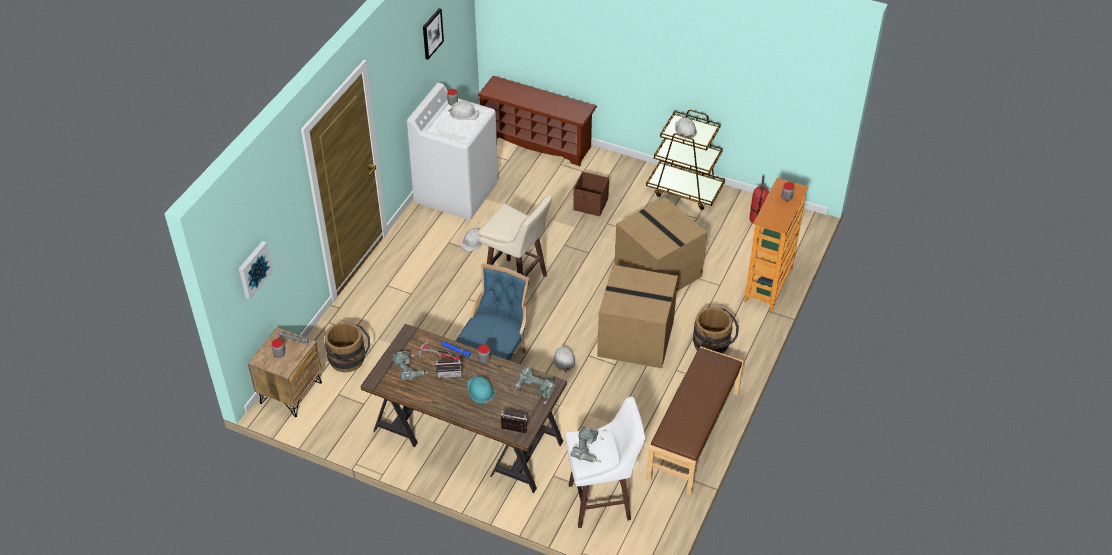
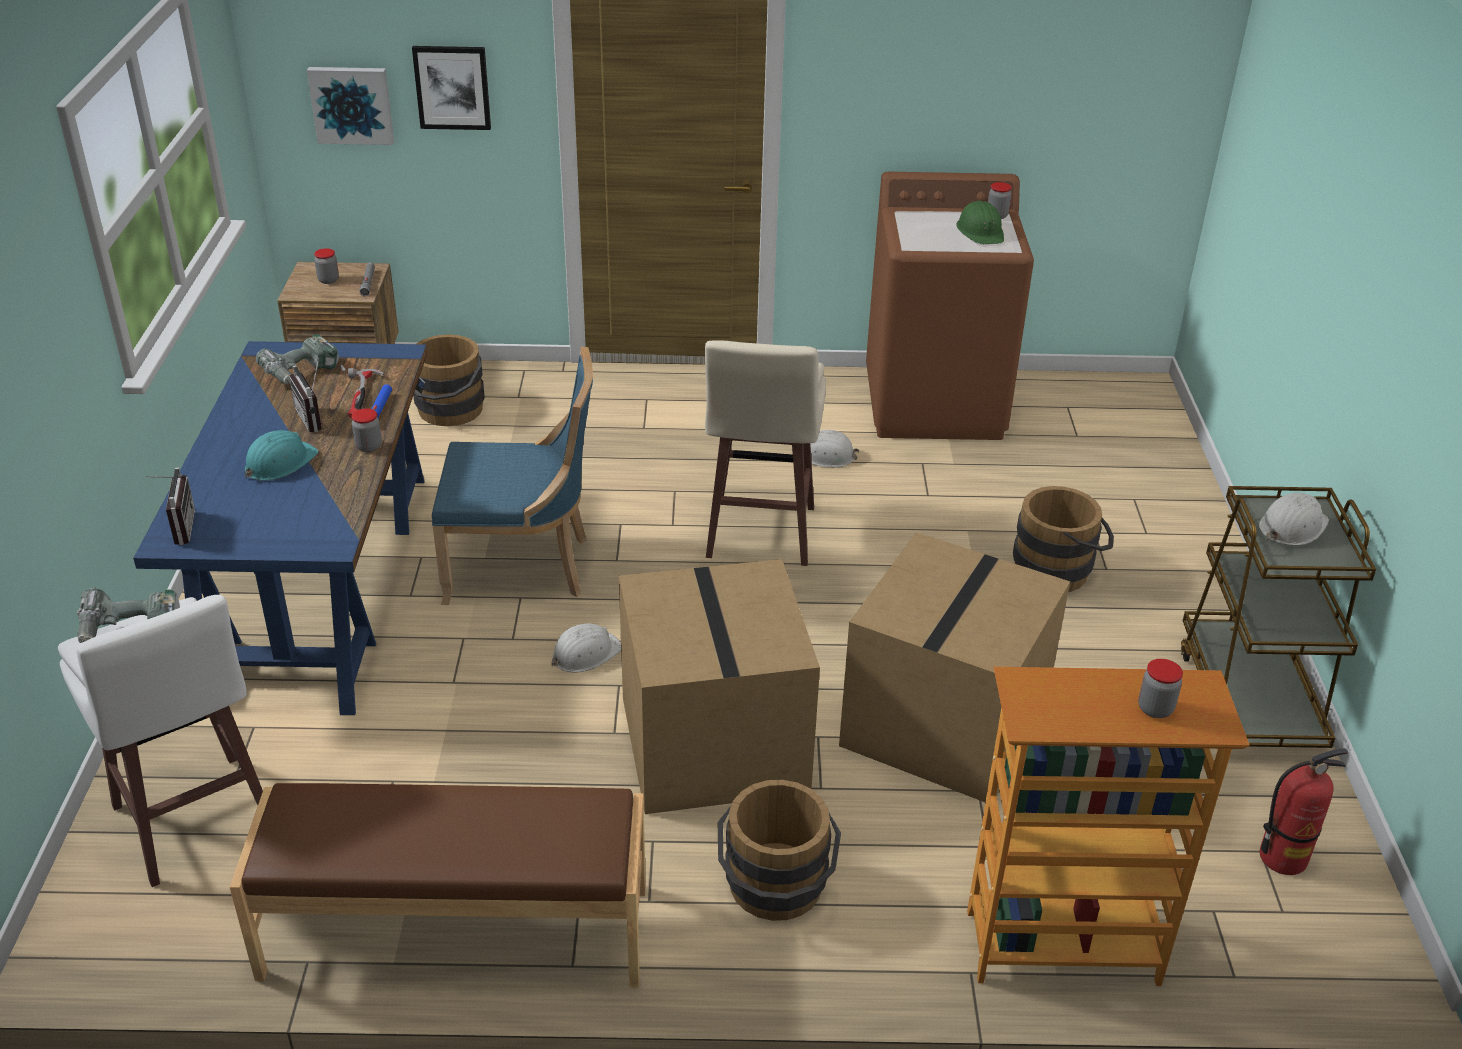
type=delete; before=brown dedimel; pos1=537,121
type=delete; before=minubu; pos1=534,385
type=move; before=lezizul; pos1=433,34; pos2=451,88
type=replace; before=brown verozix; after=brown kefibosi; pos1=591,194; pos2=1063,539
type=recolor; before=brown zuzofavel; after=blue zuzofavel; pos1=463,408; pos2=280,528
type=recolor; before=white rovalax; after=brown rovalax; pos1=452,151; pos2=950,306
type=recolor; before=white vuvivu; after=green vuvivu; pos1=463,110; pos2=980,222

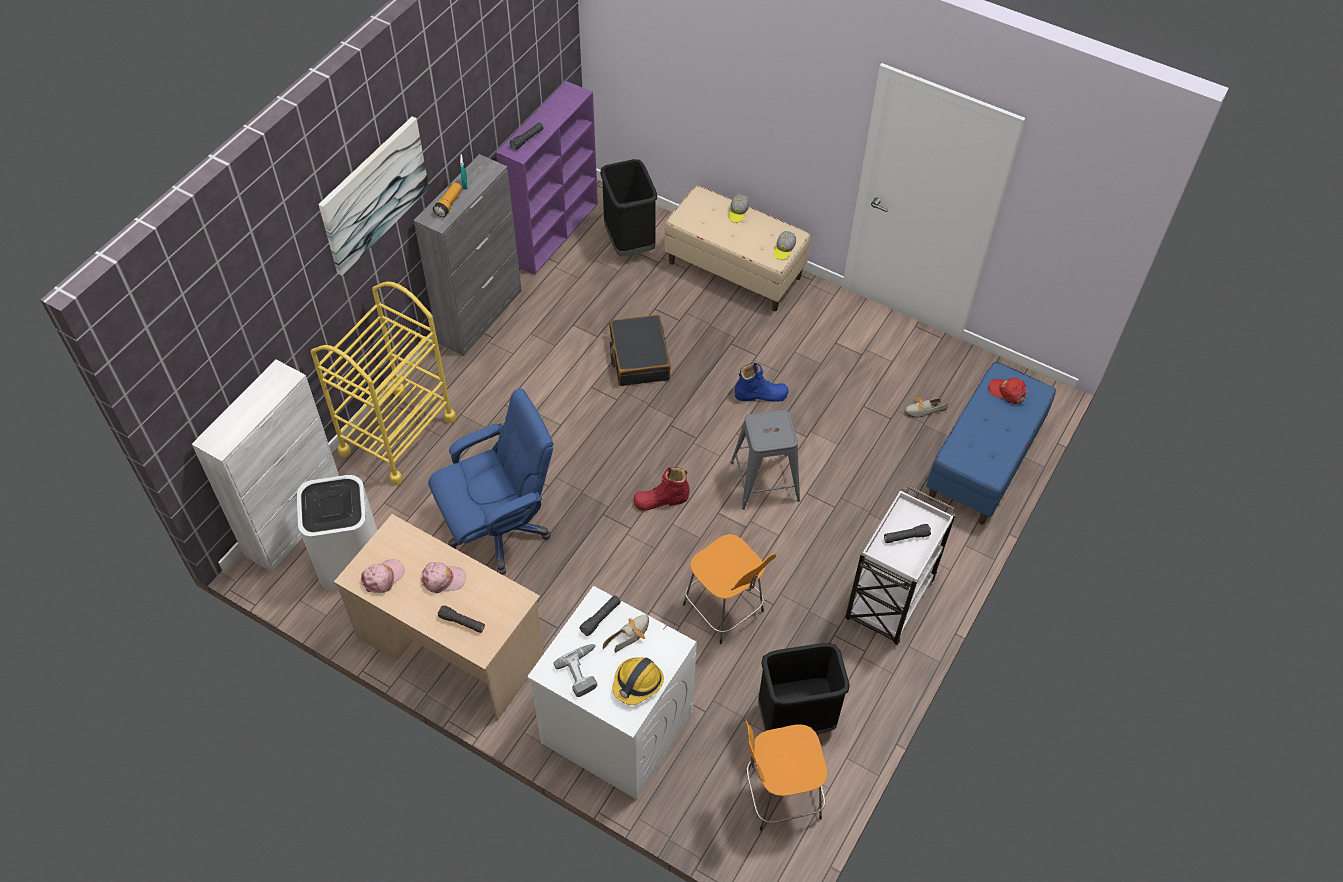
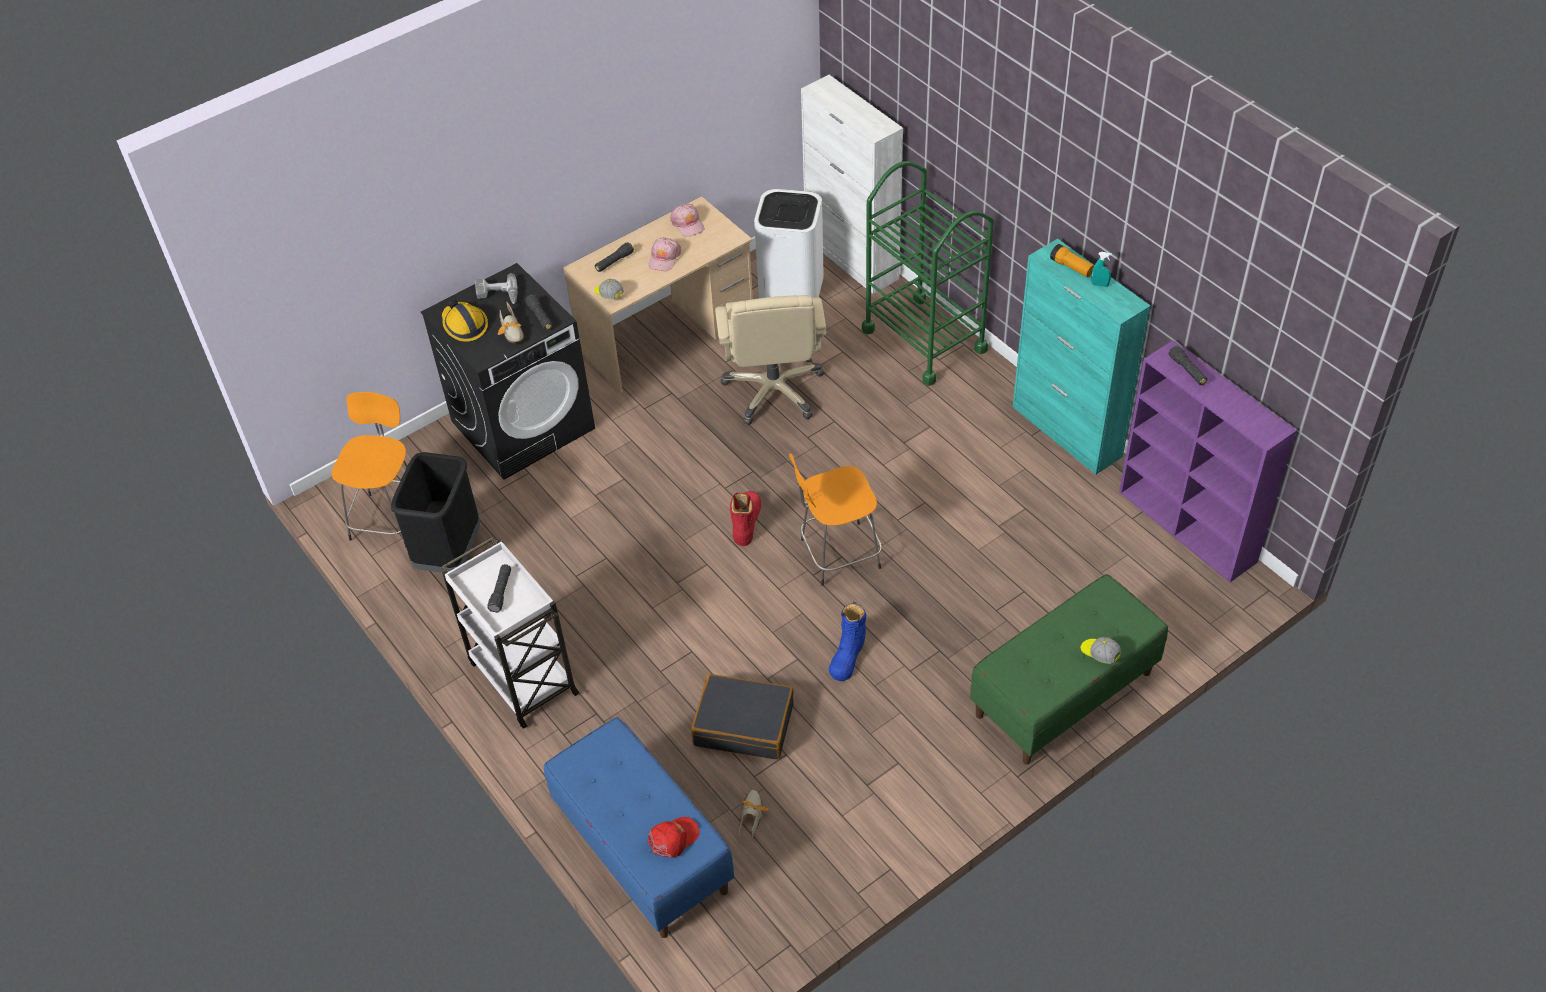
type=delete; before=lezizul; pos1=373,196
type=delete; before=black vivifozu; pos1=628,207
type=delete; before=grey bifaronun; pos1=765,460
type=move; before=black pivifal; pos1=640,350; pos2=742,717
type=move; before=orange bifaronun; pos1=729,589; pos2=835,519
type=move; before=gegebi; pos1=785,245; pos2=609,289
type=recolor; before=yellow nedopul; after=green nedopul; pos1=384,383; pos2=928,273
type=recolor; before=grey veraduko; after=turquoise veraduko; pos1=467,255; pos2=1081,357
type=recolor; before=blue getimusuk; after=beige getimusuk; pos1=490,481; pos2=771,360
type=recolor; before=white rovalax; after=black rovalax; pos1=612,692; pos2=508,371
type=recolor; before=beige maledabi; after=green maledabi; pos1=737,248; pos2=1069,669

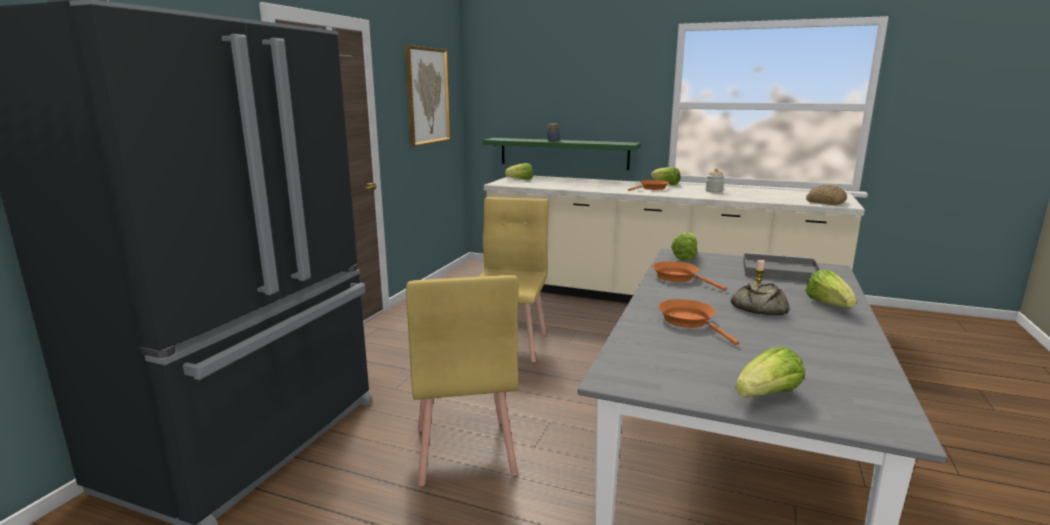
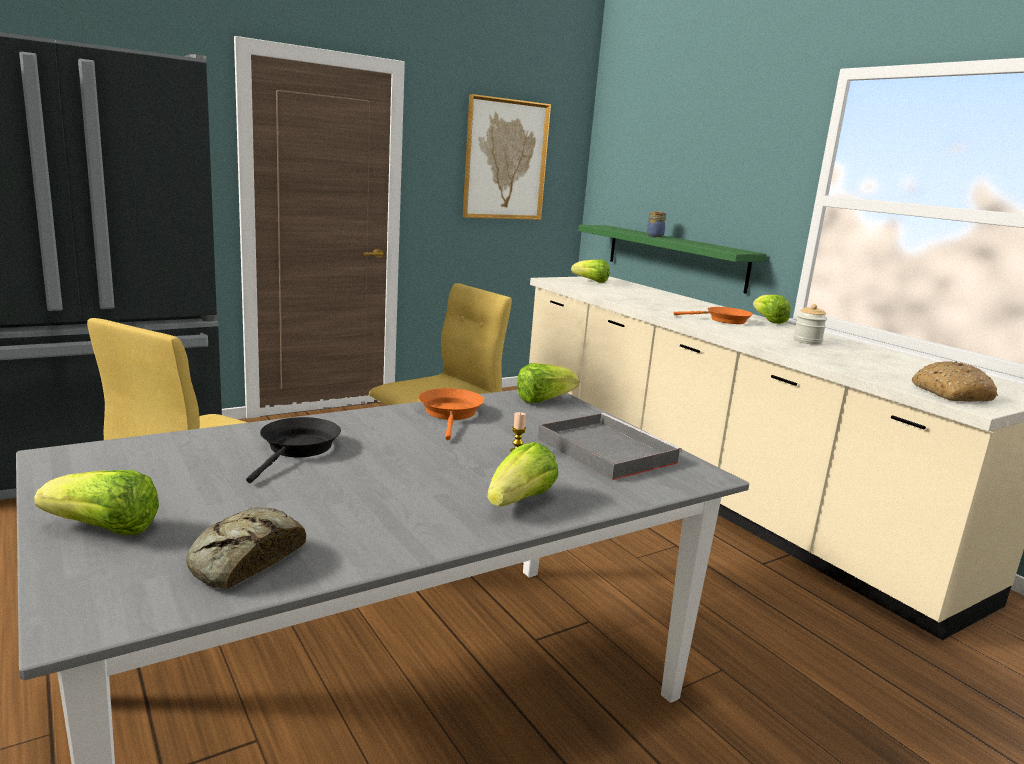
type=move; before=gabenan; pos1=760,299; pos2=246,548
type=recolor; before=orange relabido; after=black relabido; pos1=698,322; pos2=293,450

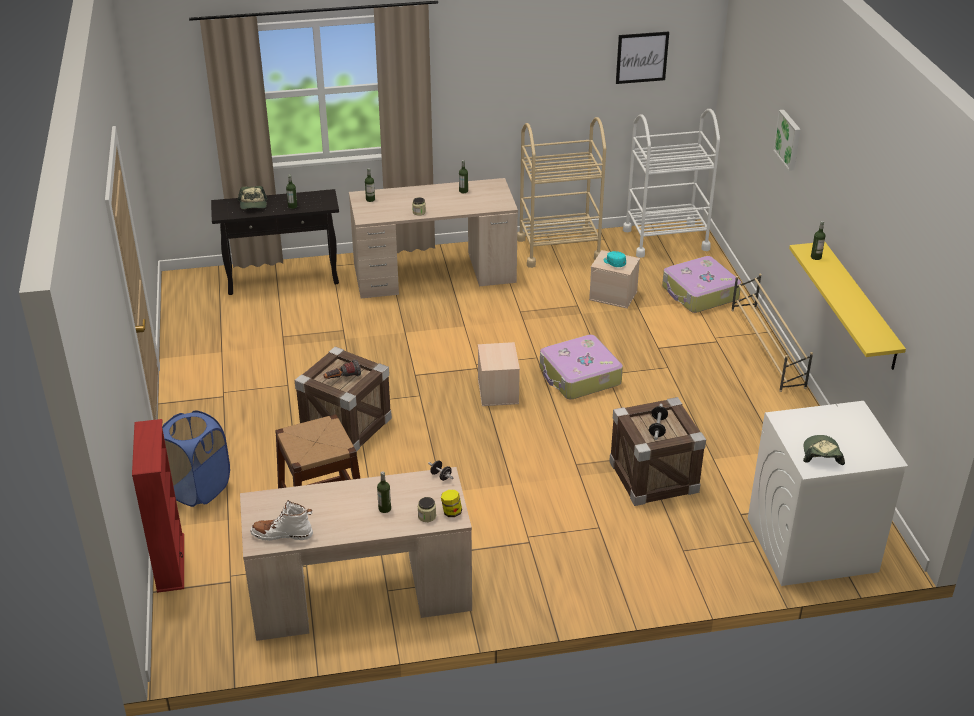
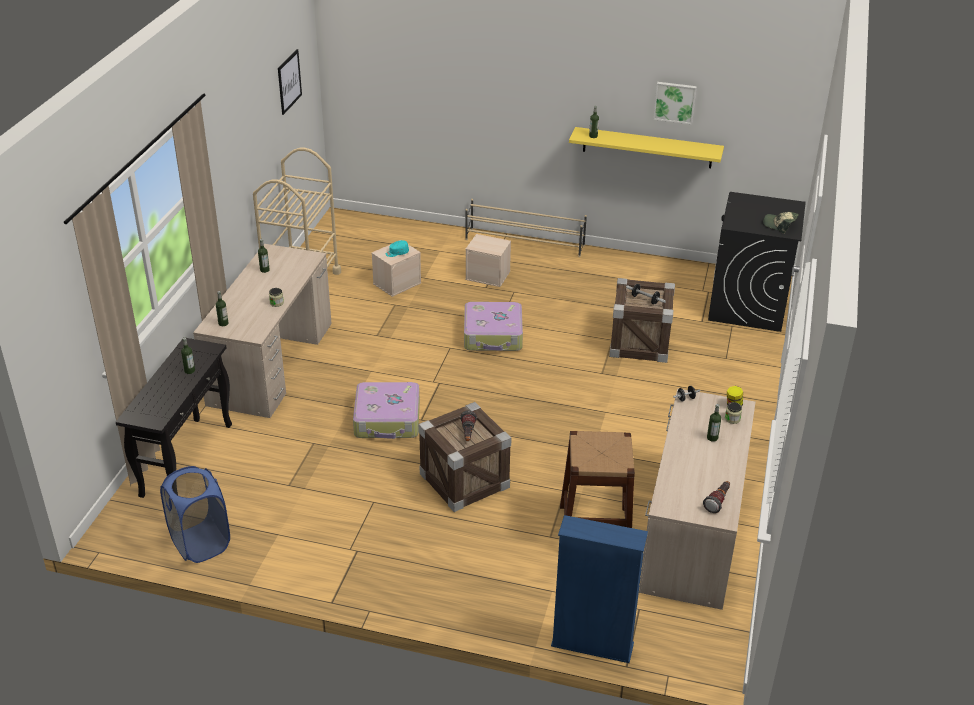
type=delete; before=gegebi; pos1=252,197
type=delete; before=white nedopul; pos1=671,183
type=move; before=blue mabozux; pos1=196,458; pos2=195,514
type=move; before=beige verozix; pos1=499,374; pos2=488,260
type=move; before=pivifal; pos1=701,284; pos2=386,410
type=move; before=lezizul; pos1=787,140; pos2=675,103
type=replace; before=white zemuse; after=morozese; pos1=281,520; pos2=716,497
type=recolor; before=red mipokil; after=blue mipokil; pos1=158,506; pos2=599,589
type=recolor; before=white rovalax; after=black rovalax; pos1=828,493; pos2=757,262

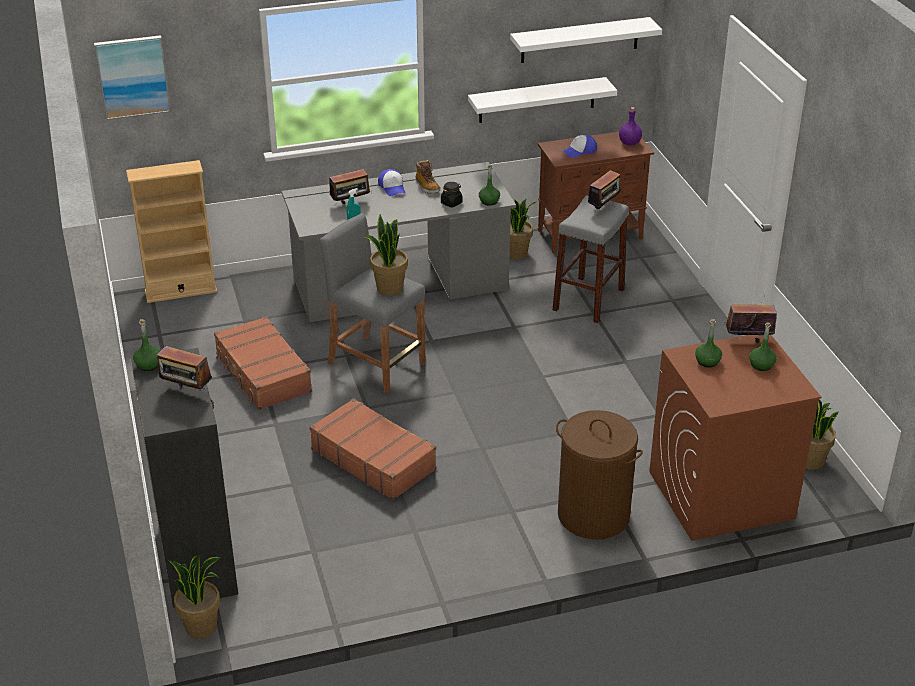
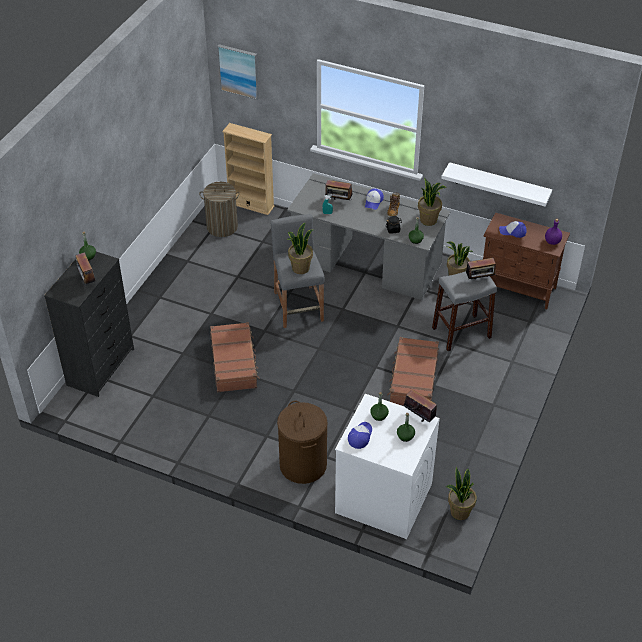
type=delete; before=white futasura; pos1=586,40
type=insert; after=mabozux; pos2=219,209
type=insert; after=gegebi; pos2=360,435
type=move; before=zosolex; pos1=194,597; pos2=432,202
type=move; before=brown pivifal; pos1=263,363; pos2=413,371
type=recolor; before=brown rovalax; after=white rovalax; pos1=735,438; pos2=387,466

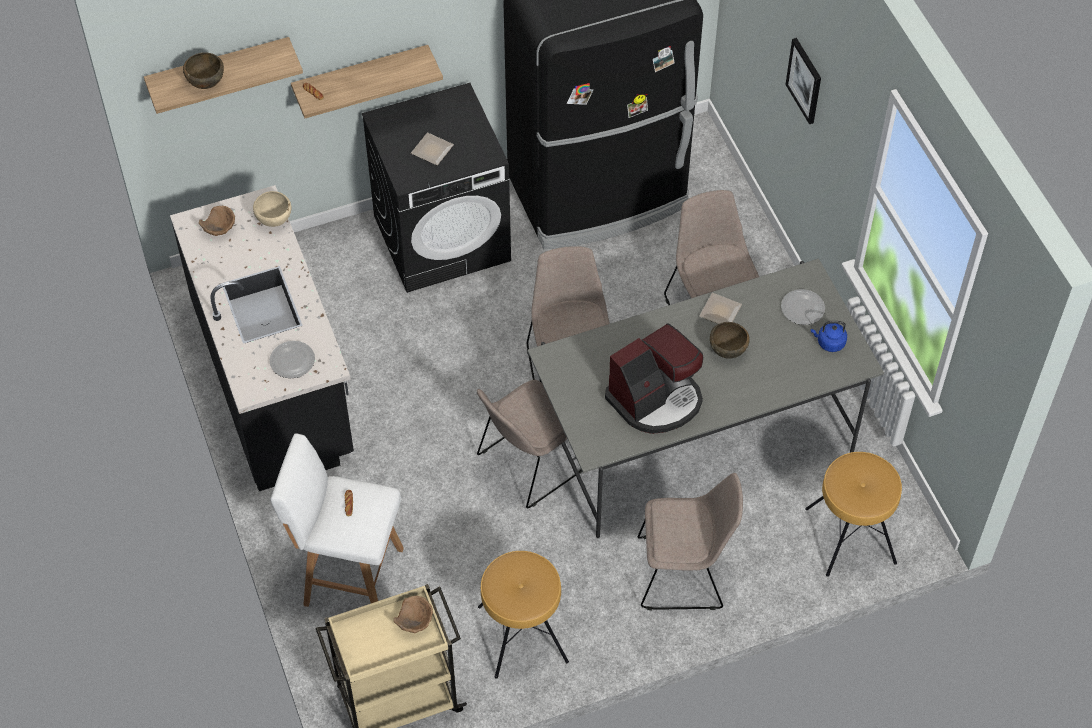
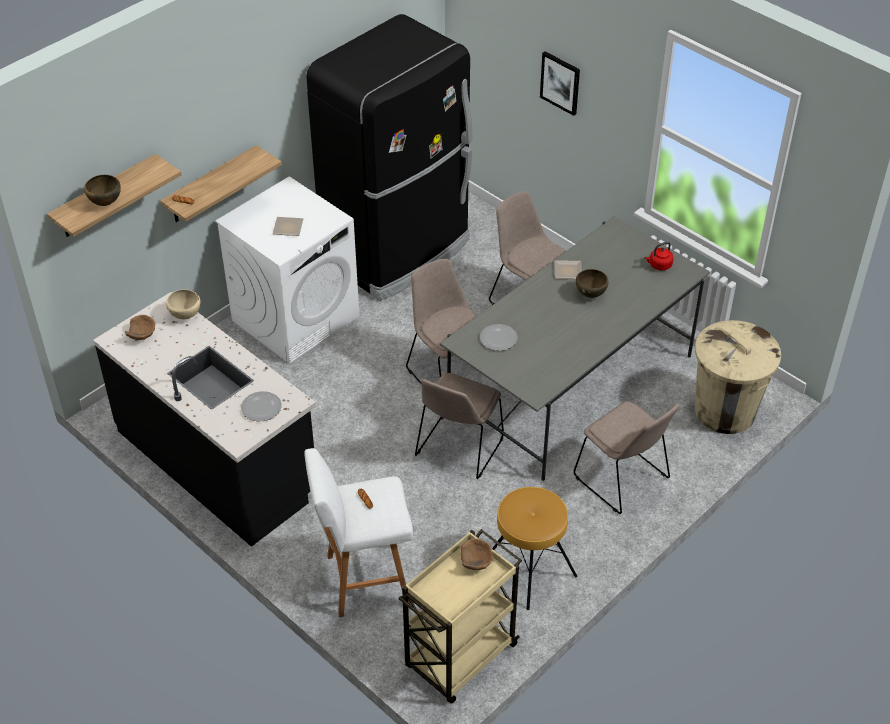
type=delete; before=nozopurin; pos1=654,378
type=move; before=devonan; pos1=803,307; pos2=499,337
type=replace; before=brown bifaronun; after=beige vivifozu; pos1=853,514; pos2=738,377
type=recolor; before=black rovalax; after=white rovalax; pos1=436,188; pos2=287,270
type=recolor; before=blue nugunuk; after=red nugunuk; pos1=829,336; pos2=659,256
type=rotate; before=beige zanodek; pos1=690,541; pos2=627,457; turn=75

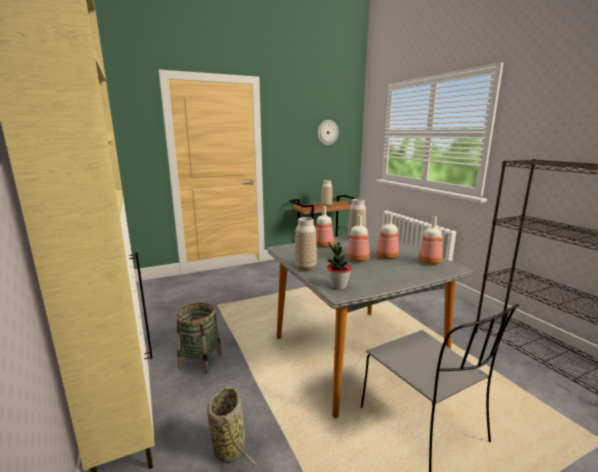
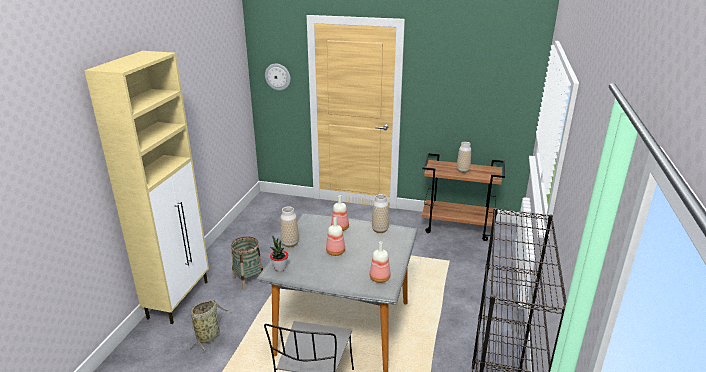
type=delete; before=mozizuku; pos1=387,236
type=move; before=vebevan; pos1=328,132; pos2=277,77

